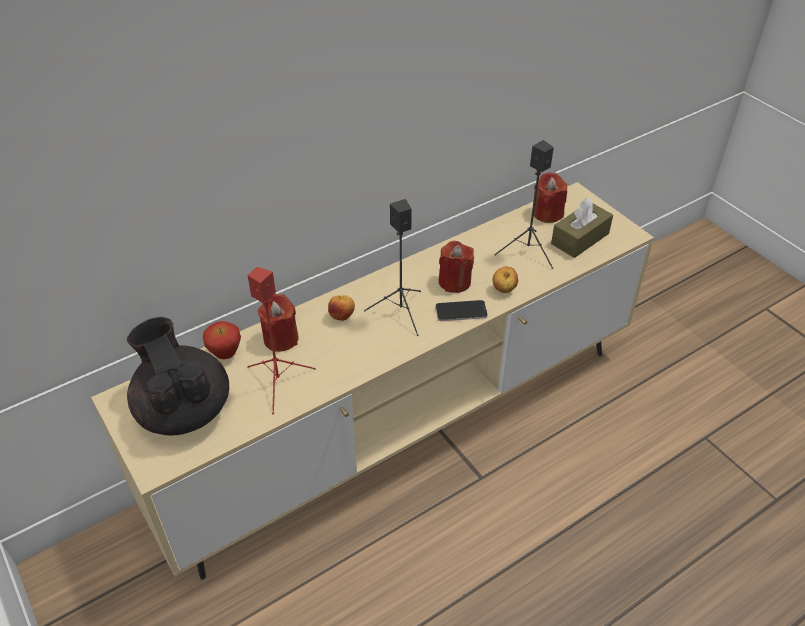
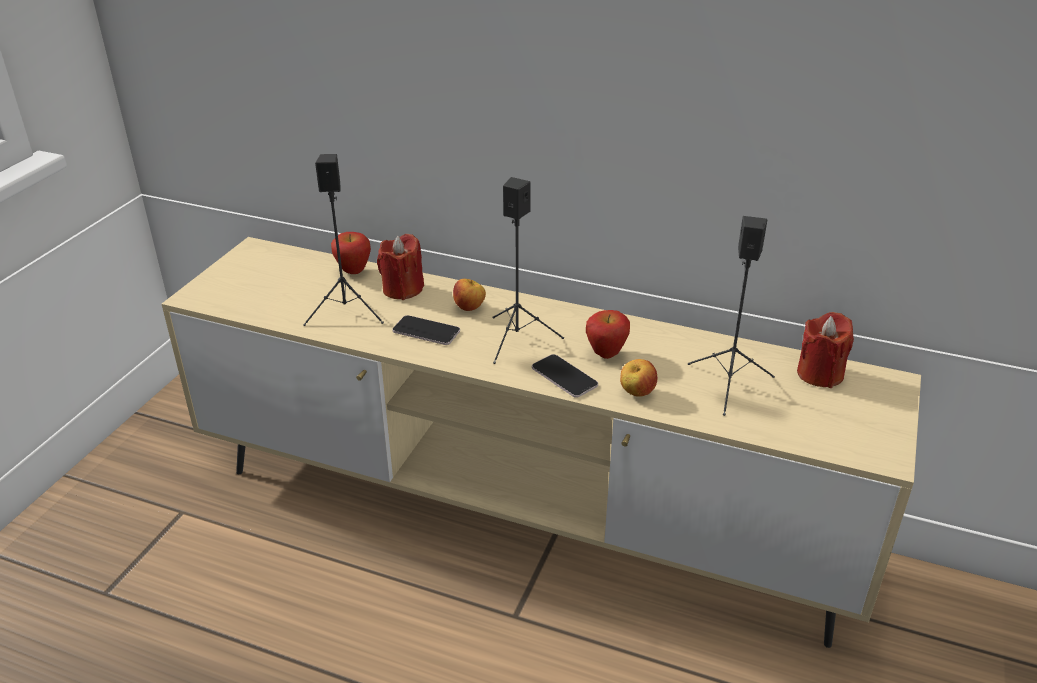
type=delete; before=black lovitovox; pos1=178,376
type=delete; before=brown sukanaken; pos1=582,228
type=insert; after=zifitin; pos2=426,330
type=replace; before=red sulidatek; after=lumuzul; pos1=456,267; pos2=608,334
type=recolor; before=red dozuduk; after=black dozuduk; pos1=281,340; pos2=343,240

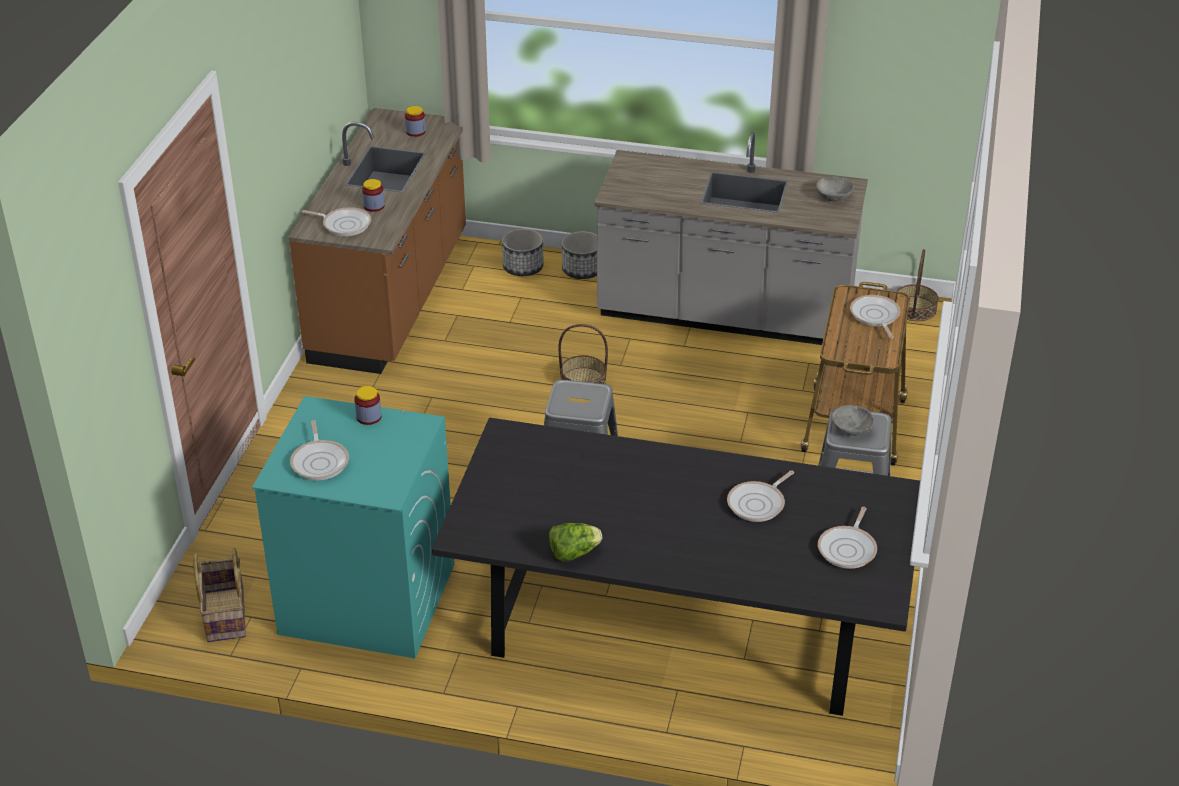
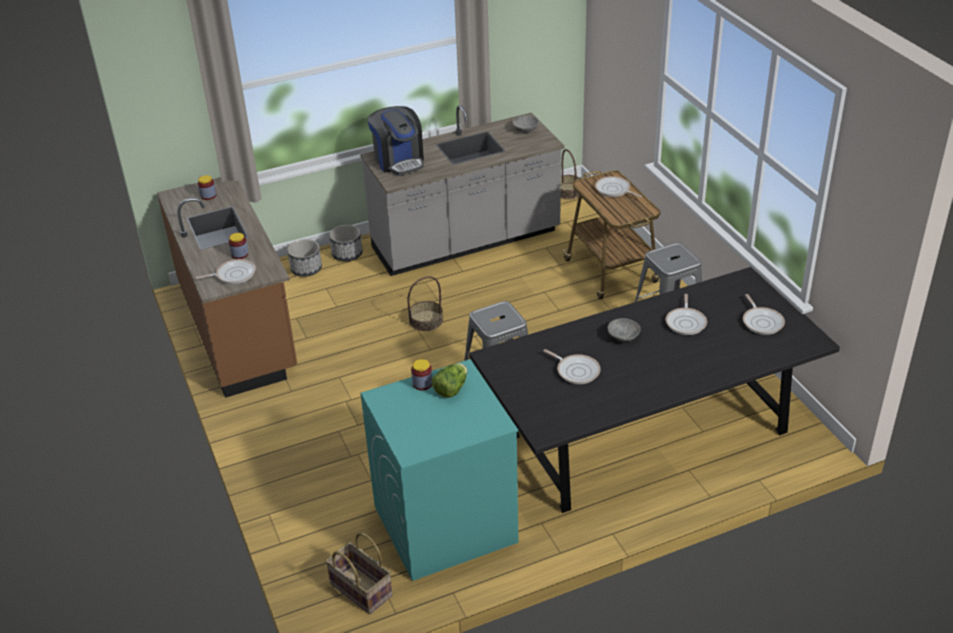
type=insert; after=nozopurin; pos2=395,141
type=move; before=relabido; pos1=319,450; pos2=572,366
type=move; before=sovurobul; pos1=575,542; pos2=449,380
type=move; before=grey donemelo; pos1=852,420; pos2=624,330

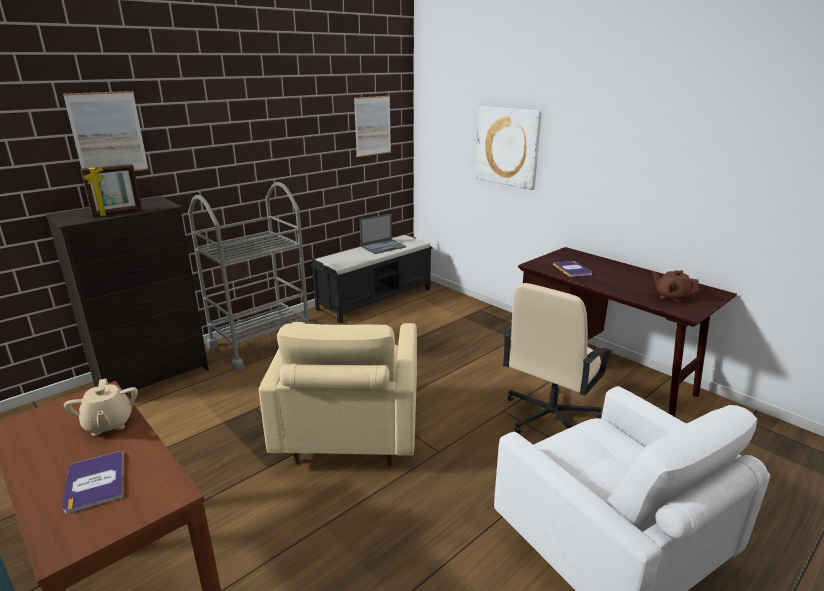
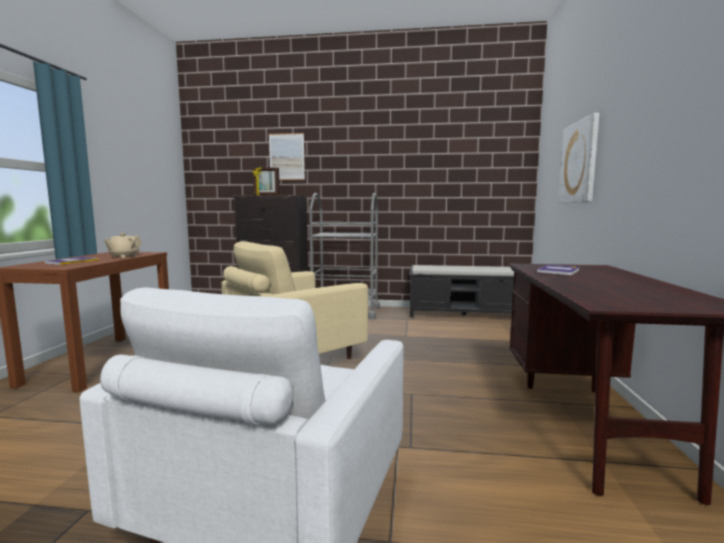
type=delete; before=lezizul; pos1=372,126
type=delete; before=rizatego; pos1=383,233
type=delete; before=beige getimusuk; pos1=558,358
type=delete; before=brown lovitovox; pos1=675,286

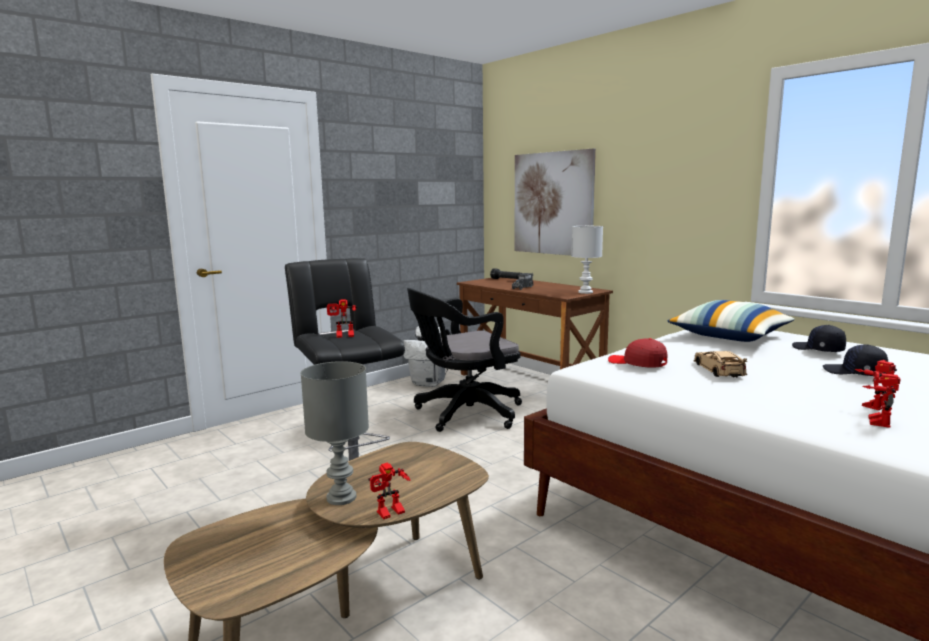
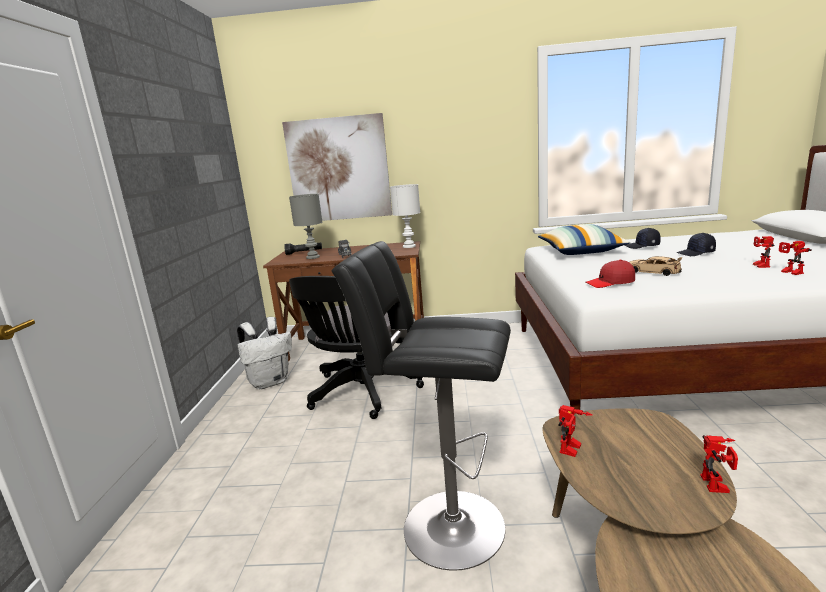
type=move; before=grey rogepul; pos1=335,433; pos2=306,226
type=move; before=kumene; pos1=342,318; pos2=575,431

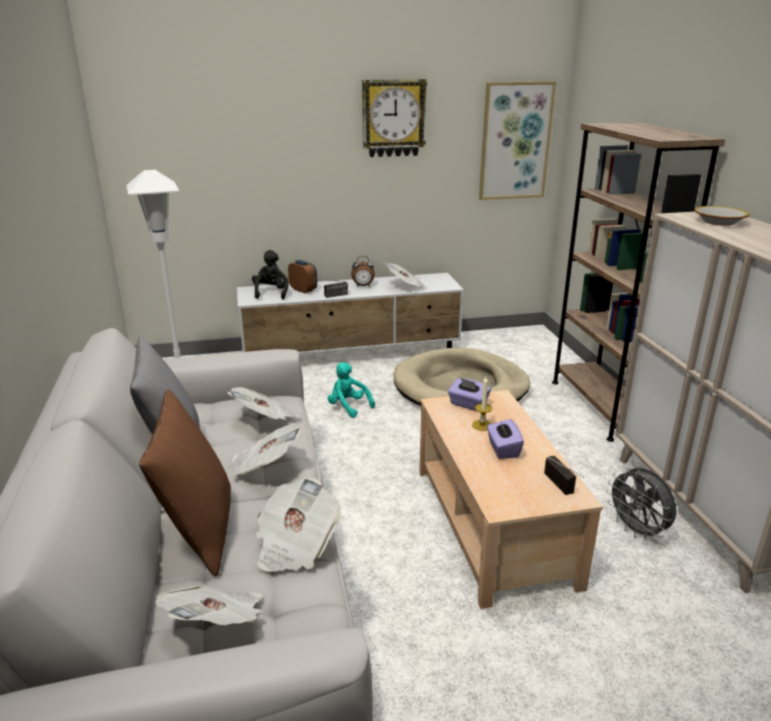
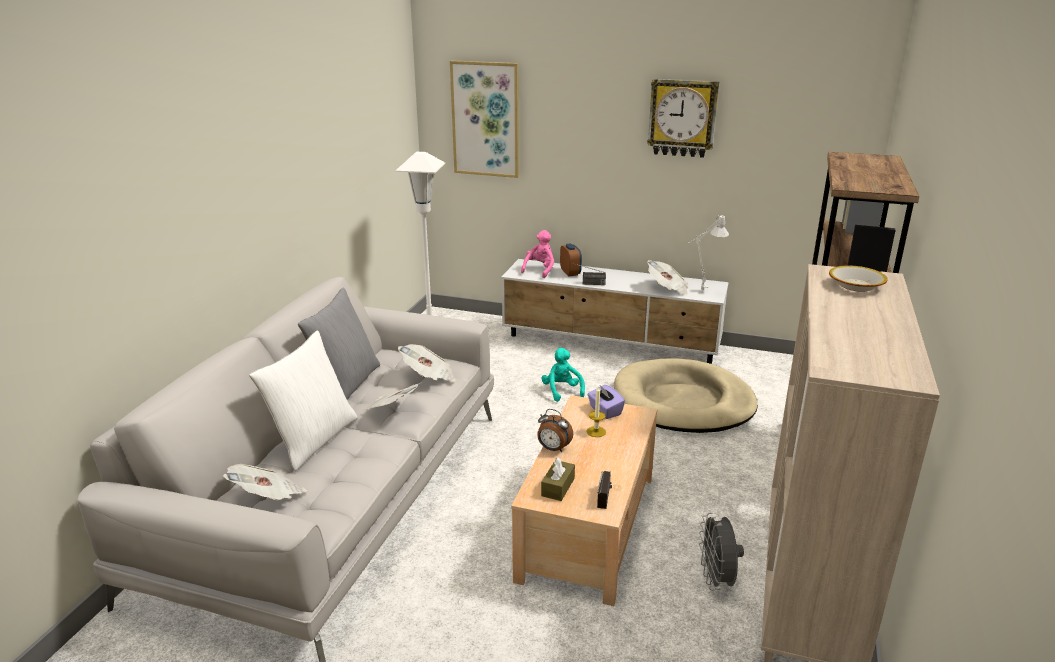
type=delete; before=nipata; pos1=298,524
type=delete; before=purple sukanaken; pos1=505,439
type=insert; after=brown sukanaken; pos2=558,479
type=insert; after=grey rogepul; pos2=709,252
type=move; before=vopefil; pos1=363,271; pos2=555,430
type=move; before=lezizul; pos1=517,140; pos2=484,119
type=recolor; before=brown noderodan; after=white noderodan; pos1=185,483; pos2=303,400
type=recolor; before=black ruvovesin; after=pink ruvovesin; pos1=270,274; pos2=537,254

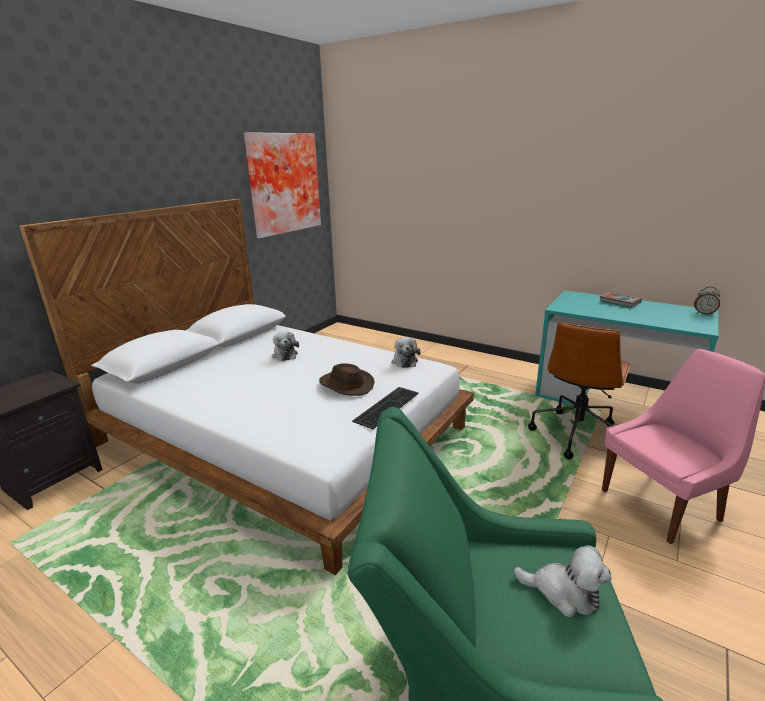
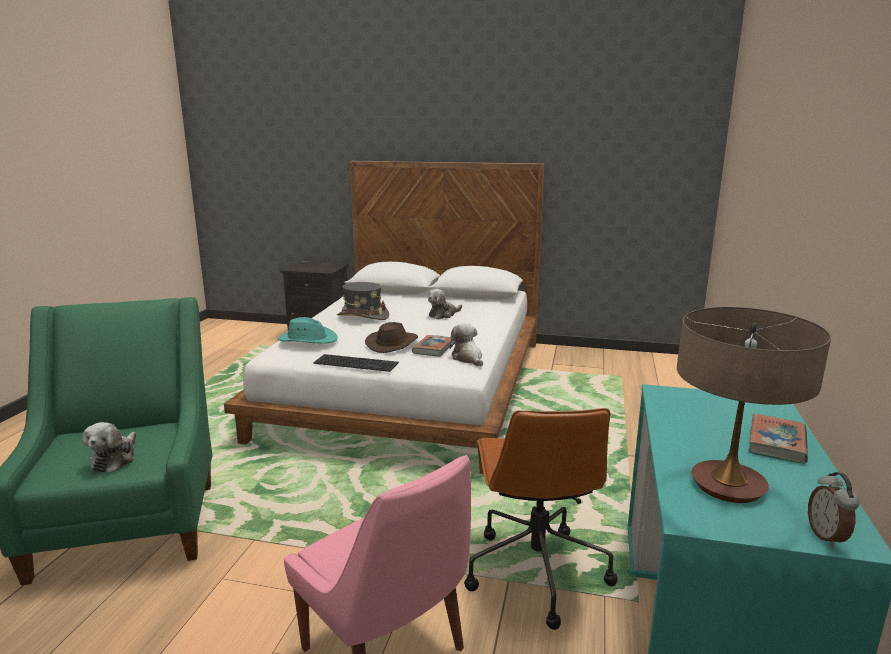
type=delete; before=lezizul; pos1=282,185
type=insert; after=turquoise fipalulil; pos2=308,330
type=insert; after=grey fipalulil; pos2=363,301
type=insert; after=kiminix; pos2=431,346
type=insert; after=rogepul; pos2=754,405
type=rotate; before=ruvovesin; pos1=406,352; pos2=466,345; turn=90
type=rotate; before=brown getimusuk; pos1=579,391; pos2=541,519; turn=-105

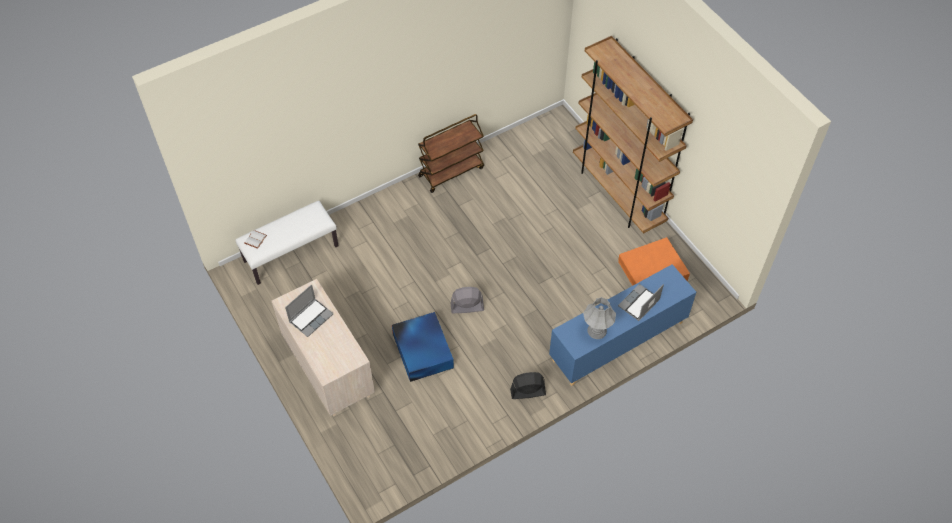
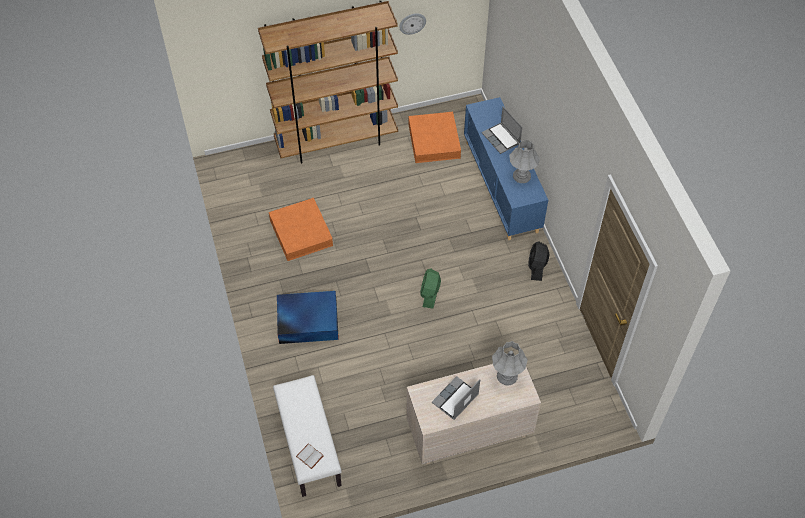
type=delete; before=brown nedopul; pos1=451,153
type=insert; after=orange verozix; pos2=301,229
type=insert; after=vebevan; pos2=412,24
type=insert; after=grey rogepul; pos2=510,363
type=move; before=blue verozix; pos1=423,347; pos2=308,317
type=recolor; before=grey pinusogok; after=green pinusogok; pos1=467,300; pos2=430,288
type=rotate; before=rizatego; pos1=309,310; pos2=456,398; turn=-105

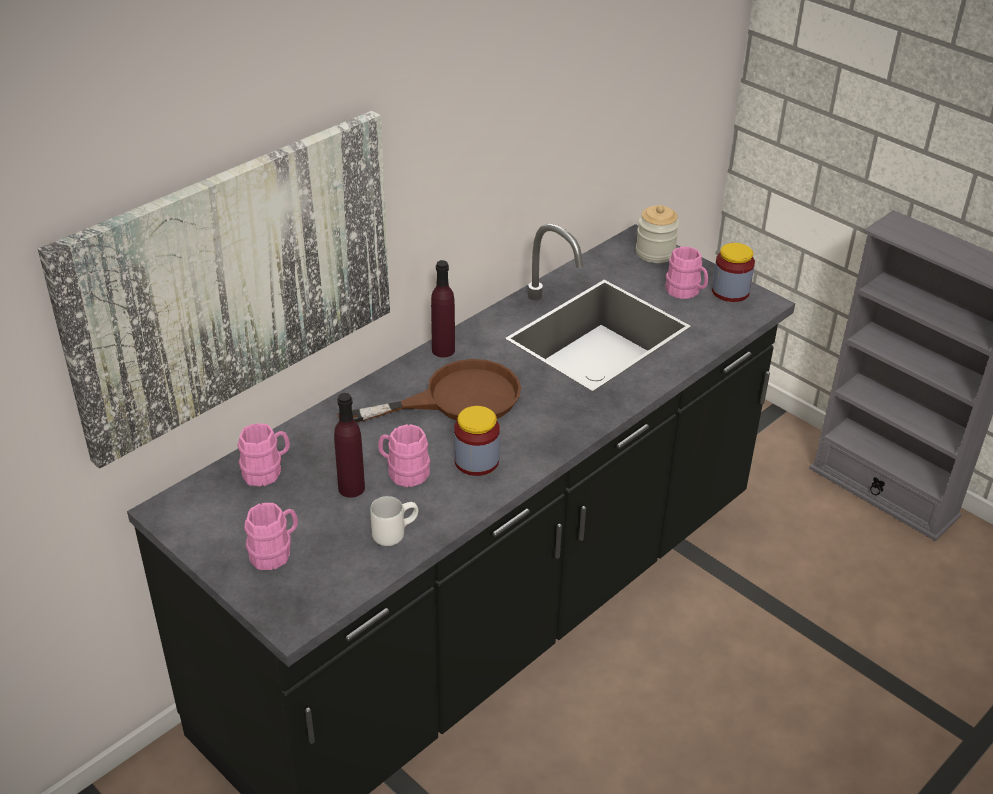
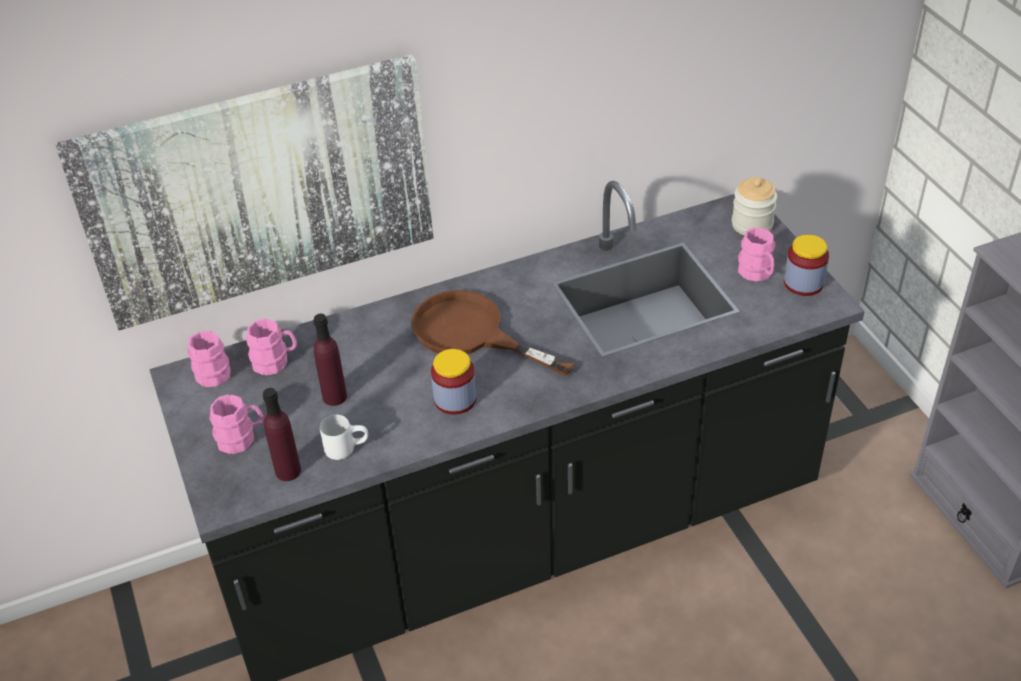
type=move; before=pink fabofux; pos1=404,455; pos2=209,359
type=move; before=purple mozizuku; pos1=443,309; pos2=282,434
type=rotate; before=brown relabido; pos1=429,391; pos2=492,333; turn=-150

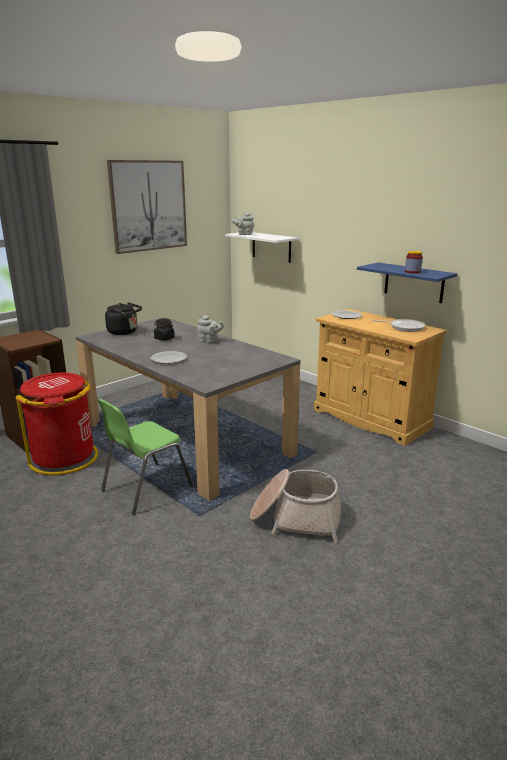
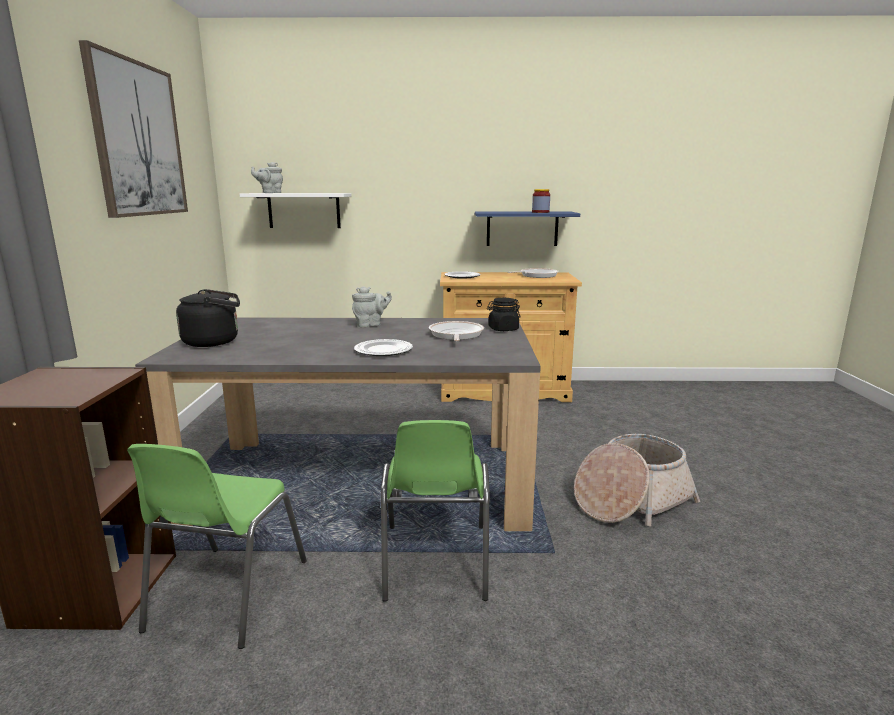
type=insert; after=relabido; pos2=456,331
type=move; before=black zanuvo; pos1=164,329; pos2=503,314
type=replace; before=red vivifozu; after=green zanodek; pos1=57,424; pos2=217,546

